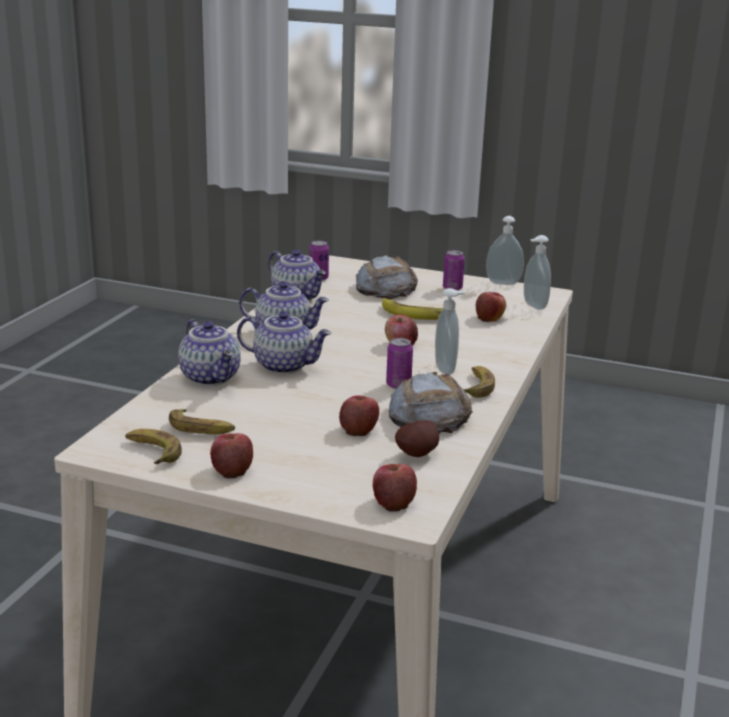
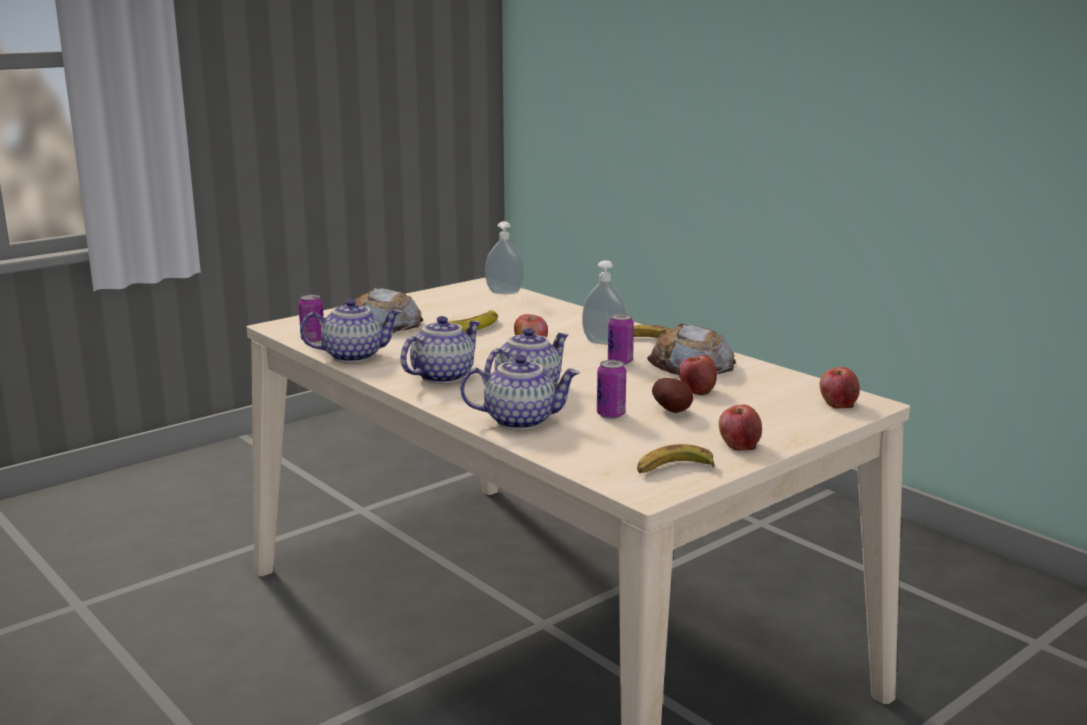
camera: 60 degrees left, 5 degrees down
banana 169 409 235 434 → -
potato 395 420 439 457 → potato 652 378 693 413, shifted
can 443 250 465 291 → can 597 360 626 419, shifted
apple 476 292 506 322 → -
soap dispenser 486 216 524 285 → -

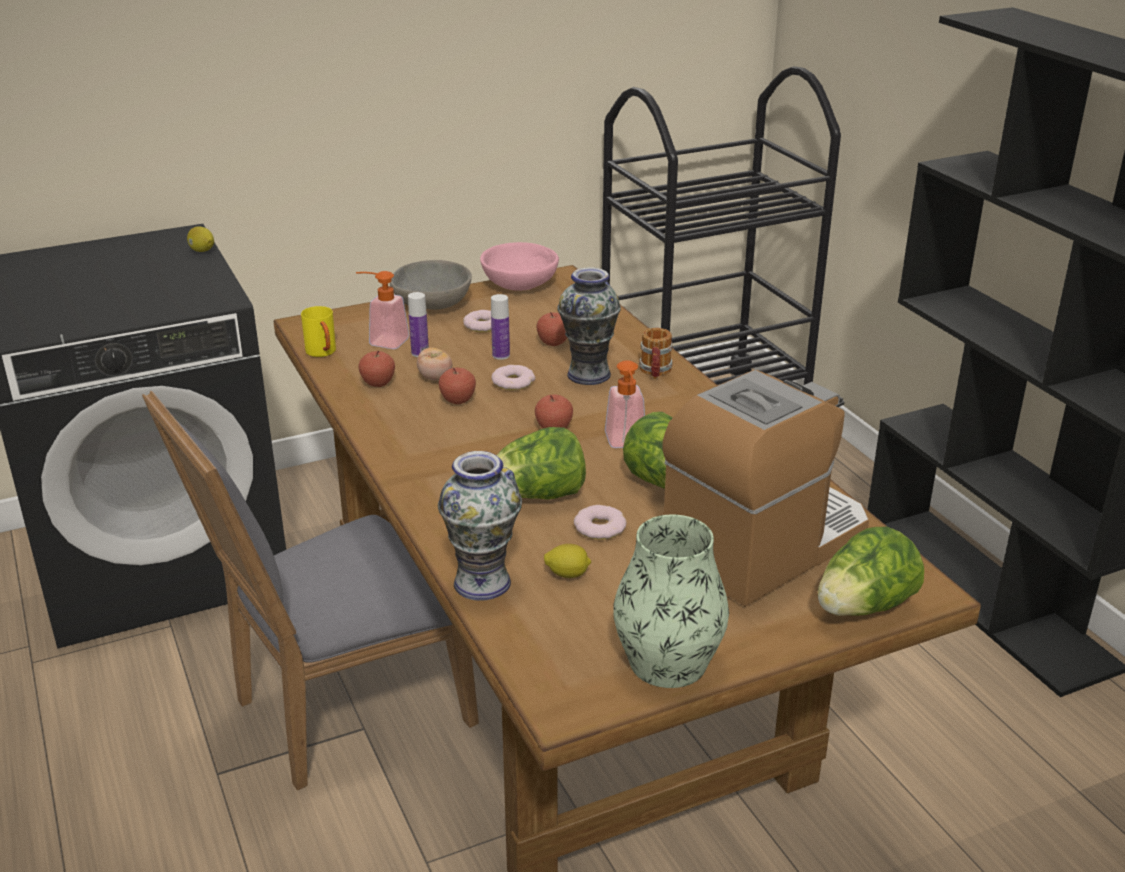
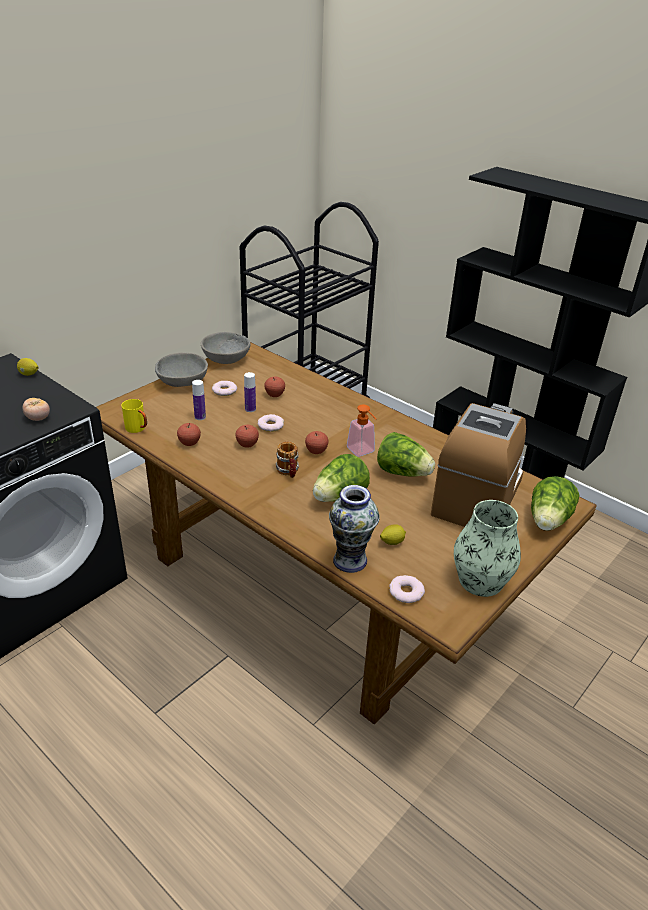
camera: 25 degrees left, 5 degrees up
grey chair 142 391 479 790 → -
soap dispenser 356 271 409 349 → -
tomato 417 348 452 381 → tomato 23 398 50 421, shifted
pink bowl 480 242 559 291 → grey bowl 201 332 250 364
vase 558 267 621 385 → -
donut 574 505 626 540 → donut 389 575 425 603, shifted
mug 639 328 673 379 → mug 276 442 299 478, shifted

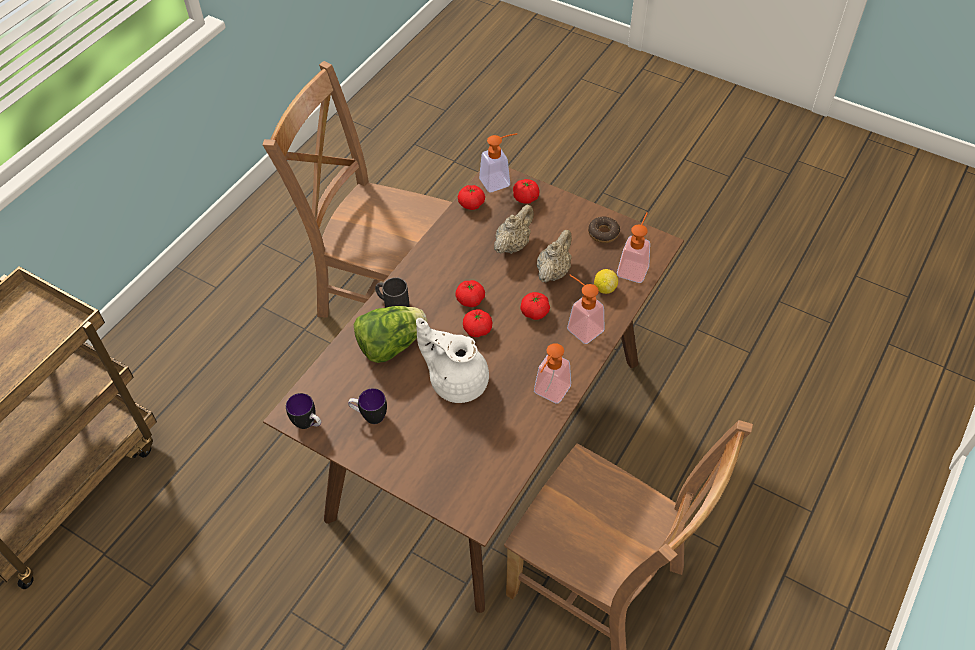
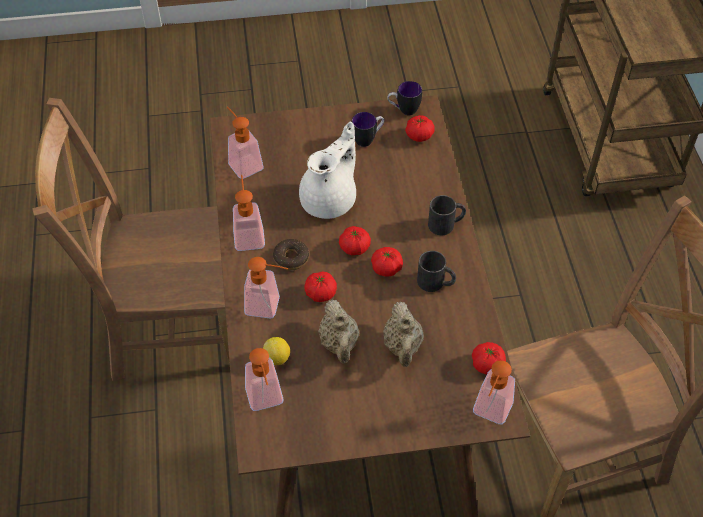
camera: 140 degrees right, 0 degrees up
lettuce 354 306 428 363 → -
white teapot 416 318 489 403 → white teapot 299 122 356 219, 45 degrees counterclockwise
tomato 513 179 539 204 → tomato 405 115 435 142, shifted
donut 588 216 620 243 → donut 273 239 309 270, shifted
- → soap dispenser 227 106 264 179
- → black mug 417 251 456 292

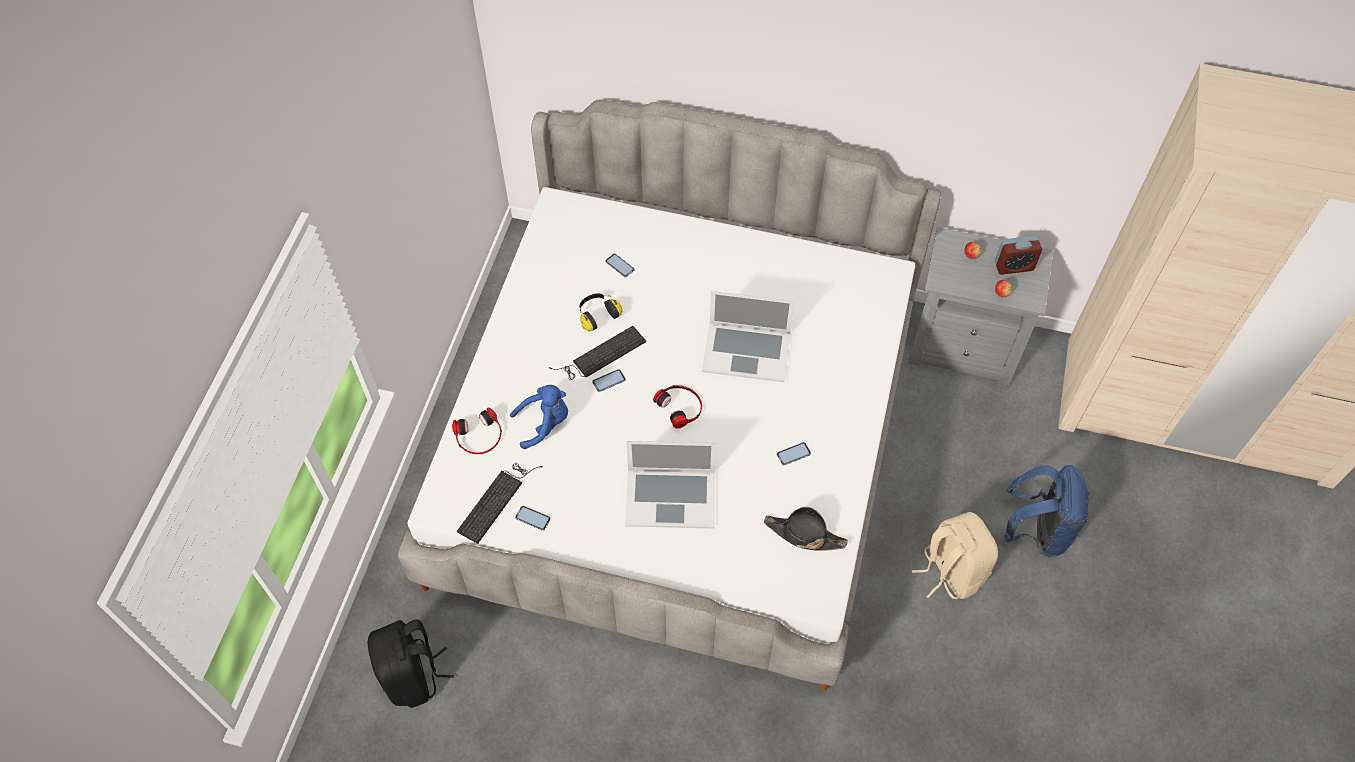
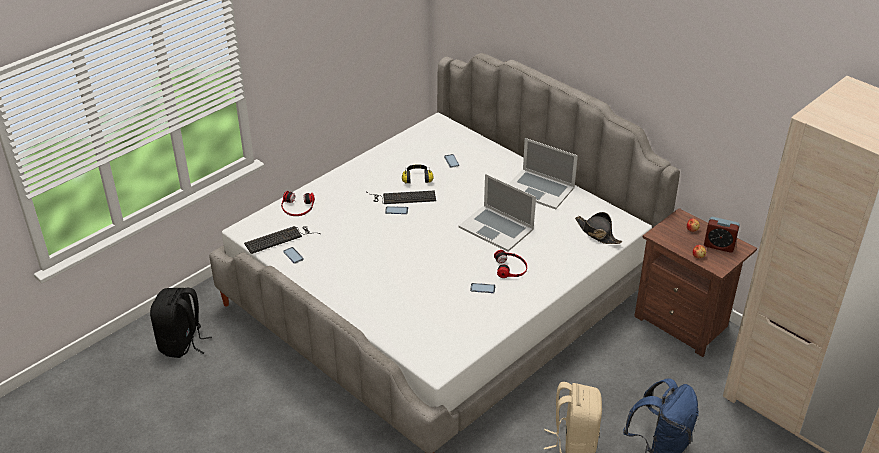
camera: 30 degrees right, 20 degrees down
blue plush toy 510 385 568 449 → -
laptop 625 441 717 529 → laptop 509 138 578 210, shifted
headphones 653 385 702 429 → headphones 494 250 527 278, shifted
black hat 764 507 848 551 → black hat 575 212 622 244, shifted
grey nightstand 908 227 1054 385 → brown nightstand 634 208 757 357

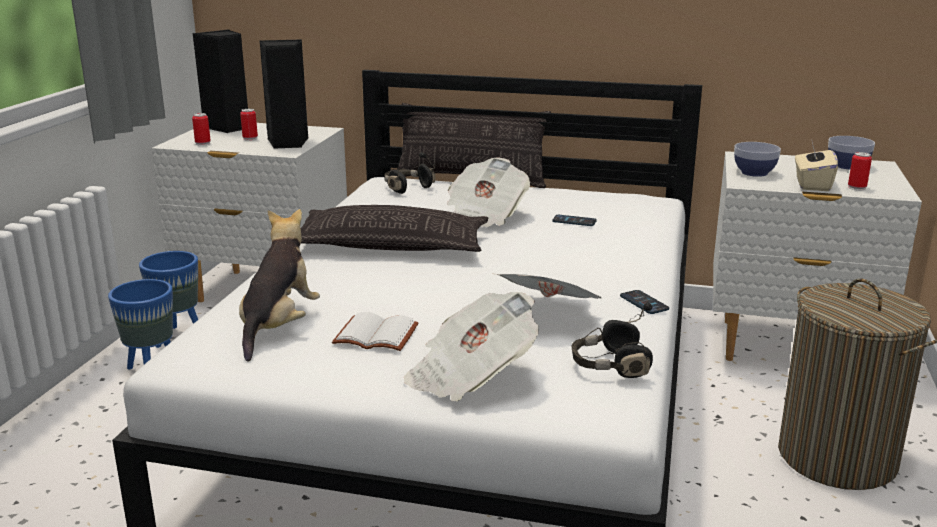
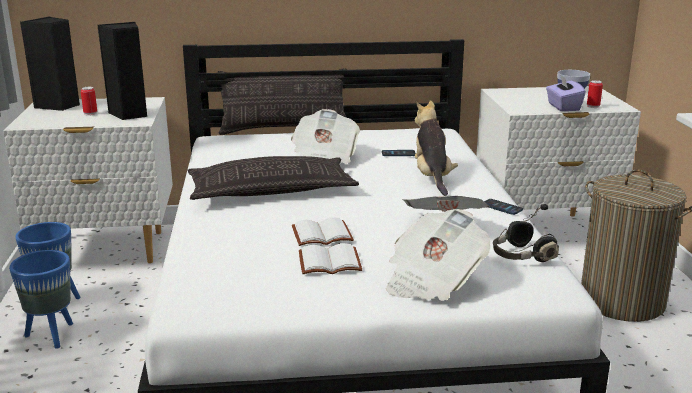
camera: 20 degrees left, 0 degrees up
can 192 113 211 146 → -
plush toy 239 209 320 362 → plush toy 415 100 458 196, shifted
black headphones 384 152 435 194 → -
bowl 734 142 781 177 → -
beige tissue box 795 142 838 191 → purple tissue box 546 75 586 111
- → white book 292 217 354 246

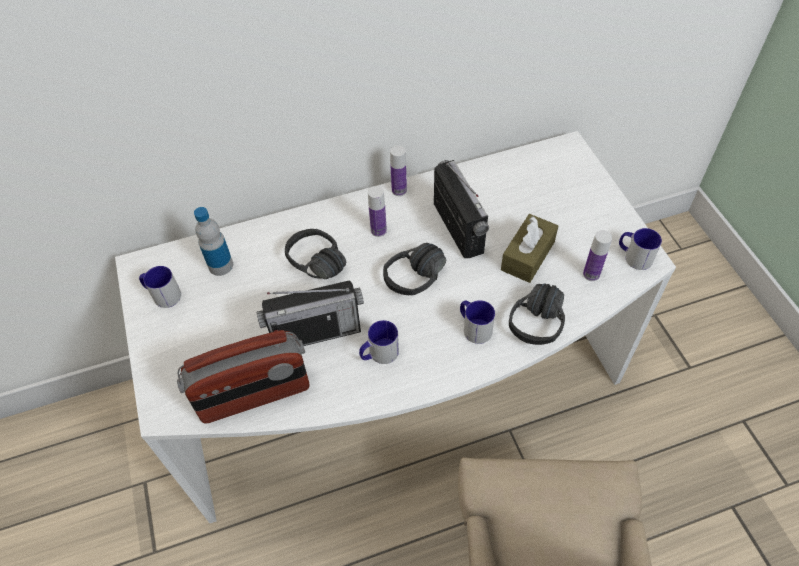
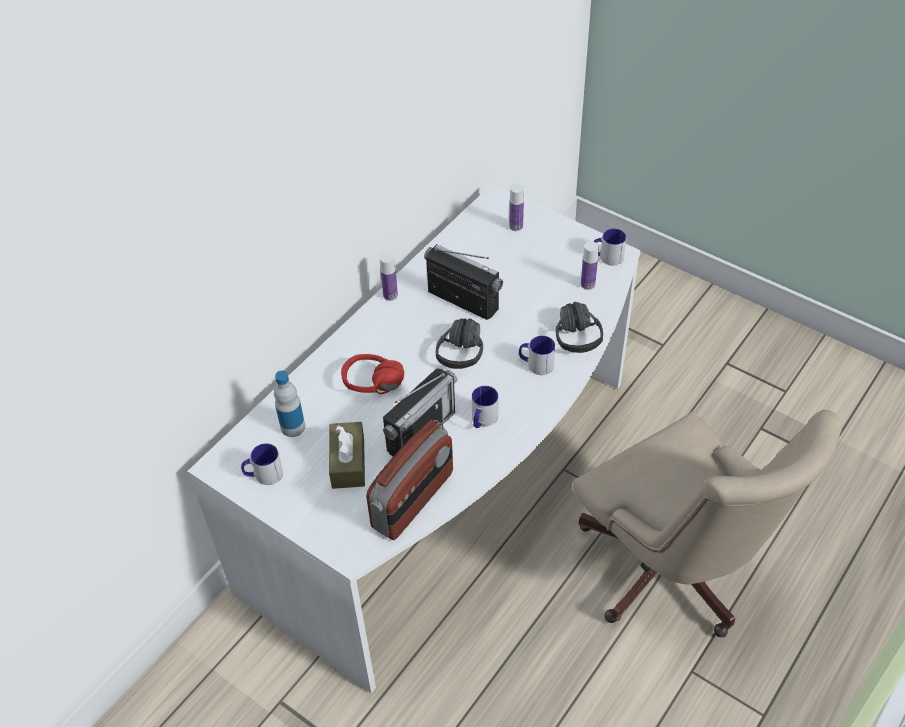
camera: 35 degrees left, 5 degrees down
black headphones 285 229 346 279 → red headphones 341 354 404 394
bottle 368 186 387 237 → bottle 509 184 524 231, shifted
brown tissue box 501 214 558 283 → brown tissue box 329 422 365 489, shifted

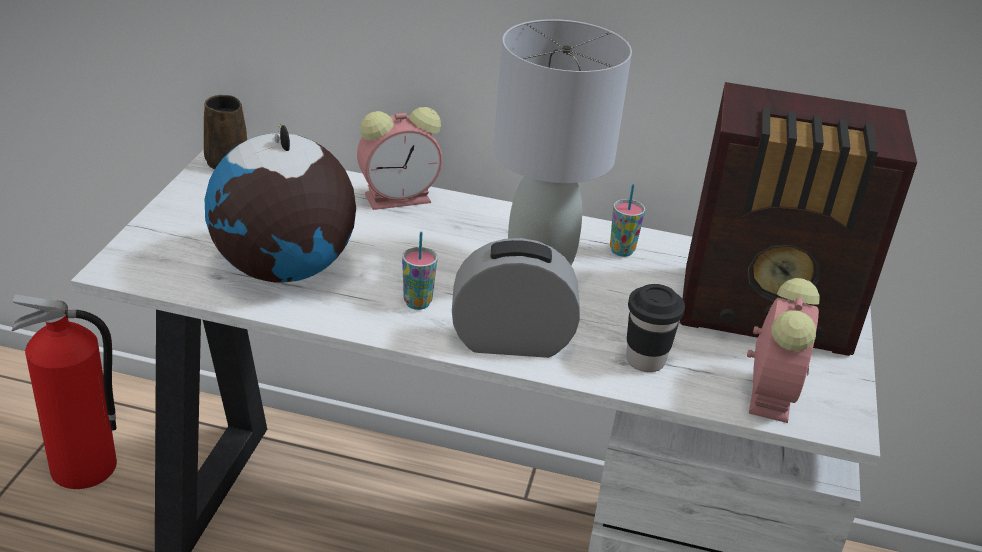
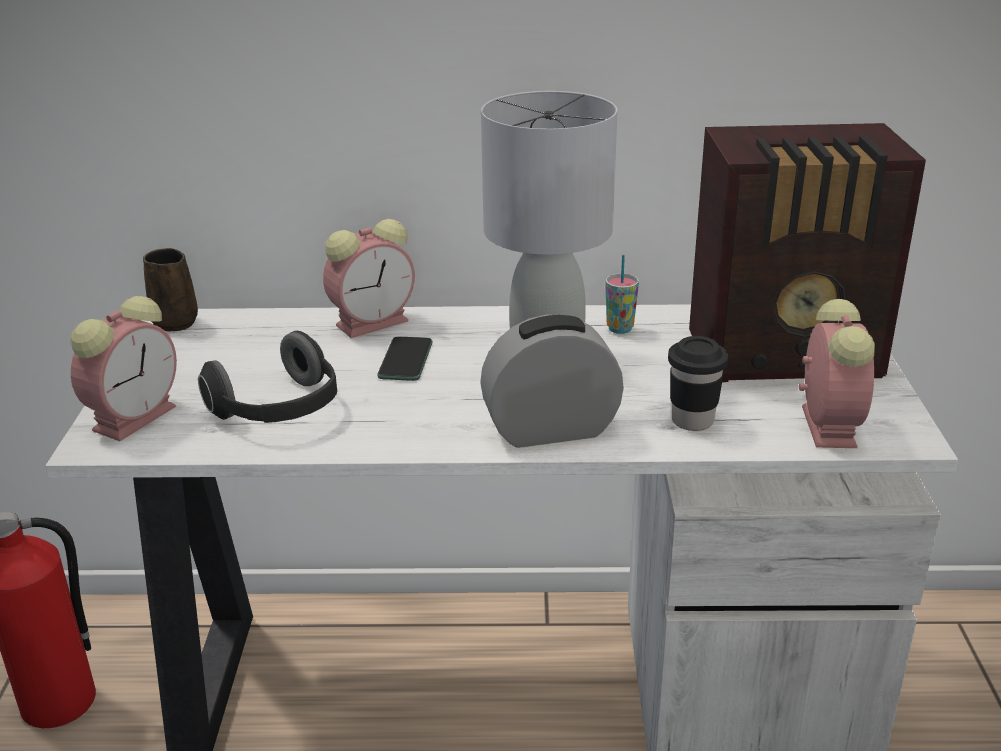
camera: 10 degrees left, 5 degrees down
globe 205 123 356 283 → headphones 198 331 337 423
cup 402 232 438 310 → -
- → alarm clock 70 296 177 441
- → phone 377 337 432 381

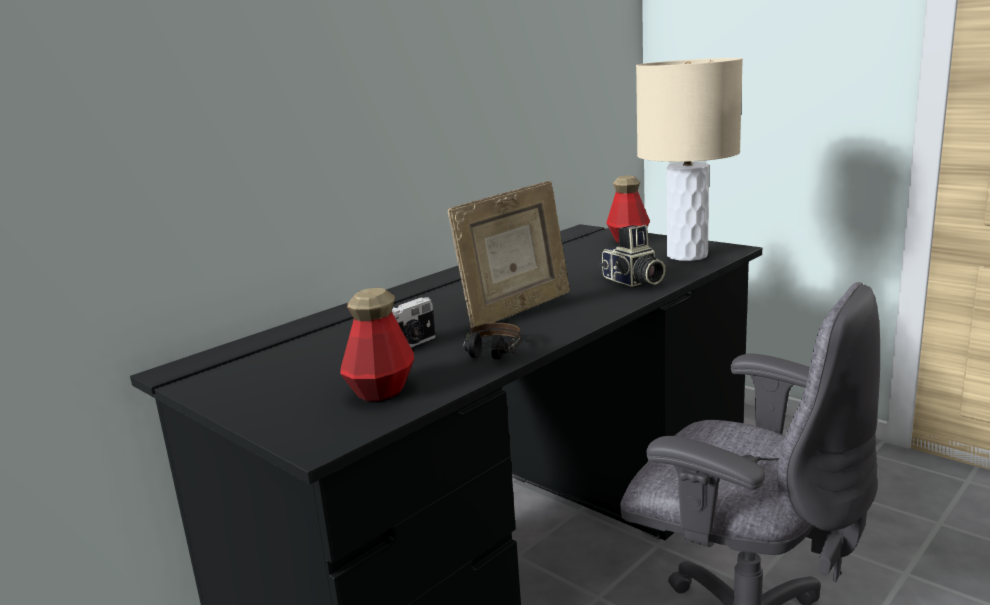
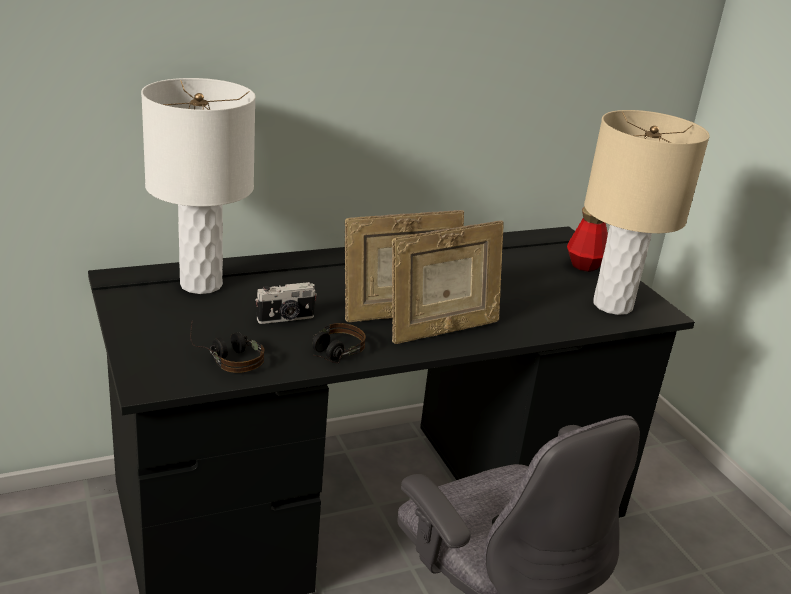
camera: 20 degrees right, 10 degrees up
bottle 340 288 414 401 → headphones 190 321 264 373
photo camera 600 225 666 287 → -
- → white table lamp 141 78 256 294
- → picture frame 392 220 503 344

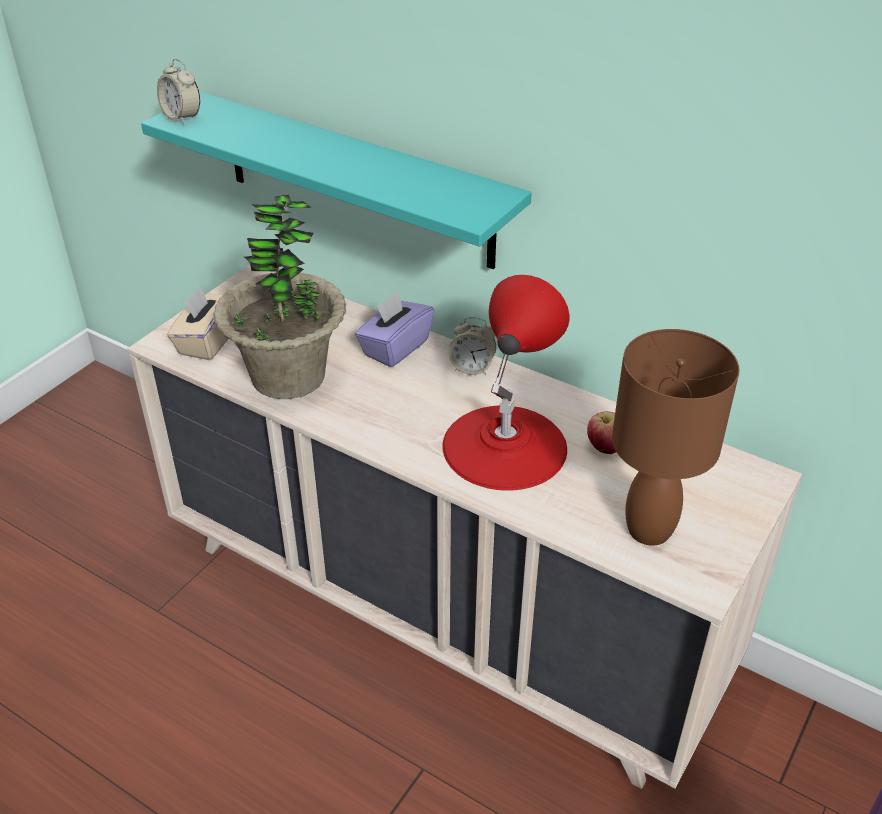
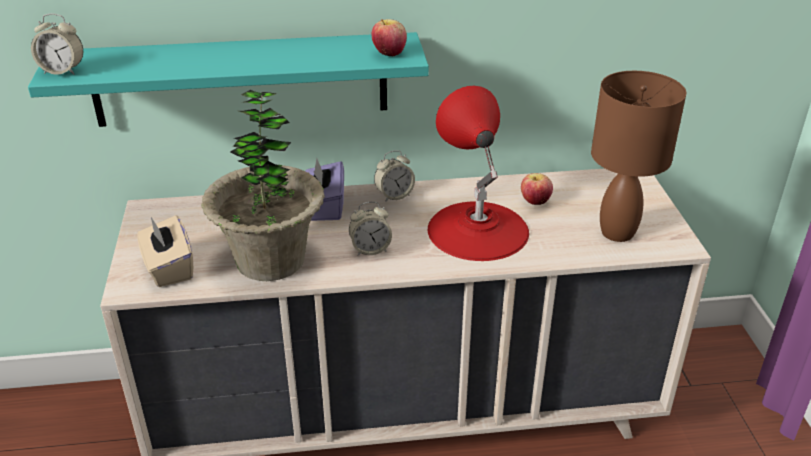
camera: 40 degrees left, 5 degrees down
- → alarm clock 349 202 392 256
- → apple 372 19 407 57

